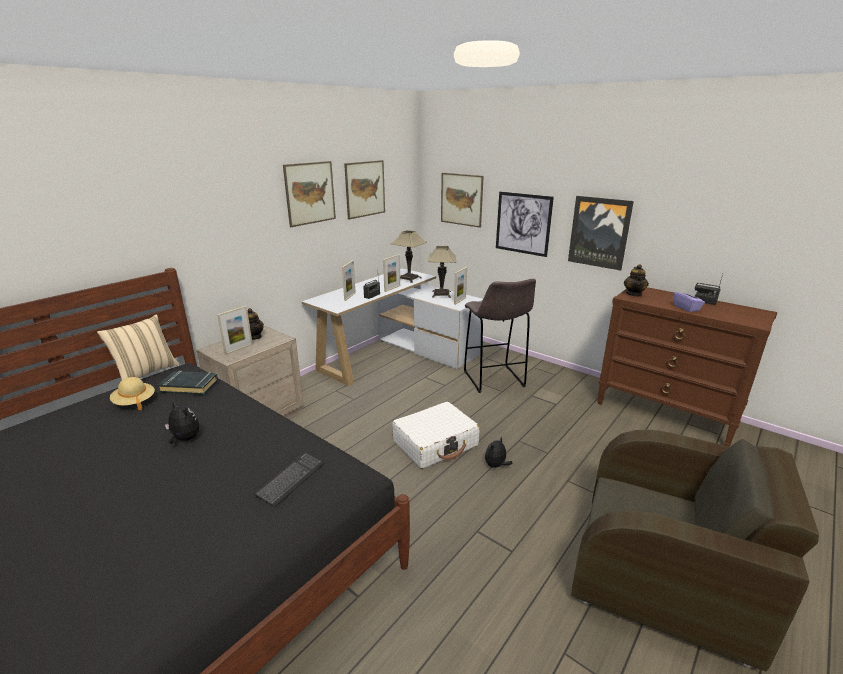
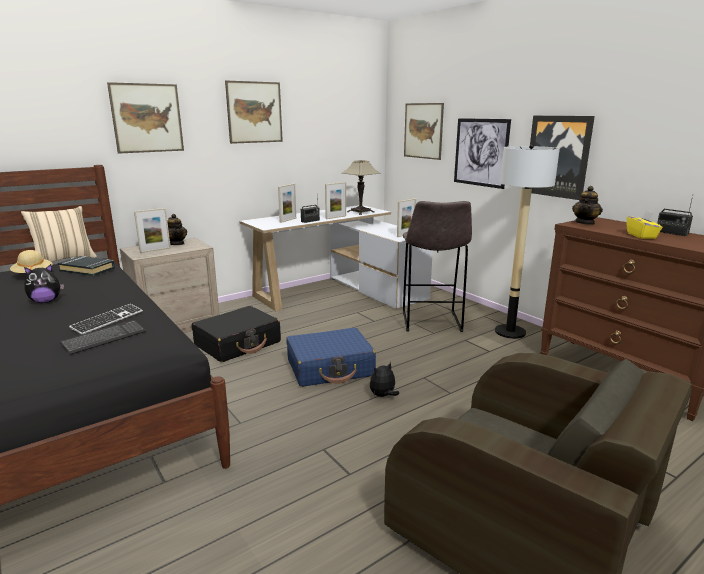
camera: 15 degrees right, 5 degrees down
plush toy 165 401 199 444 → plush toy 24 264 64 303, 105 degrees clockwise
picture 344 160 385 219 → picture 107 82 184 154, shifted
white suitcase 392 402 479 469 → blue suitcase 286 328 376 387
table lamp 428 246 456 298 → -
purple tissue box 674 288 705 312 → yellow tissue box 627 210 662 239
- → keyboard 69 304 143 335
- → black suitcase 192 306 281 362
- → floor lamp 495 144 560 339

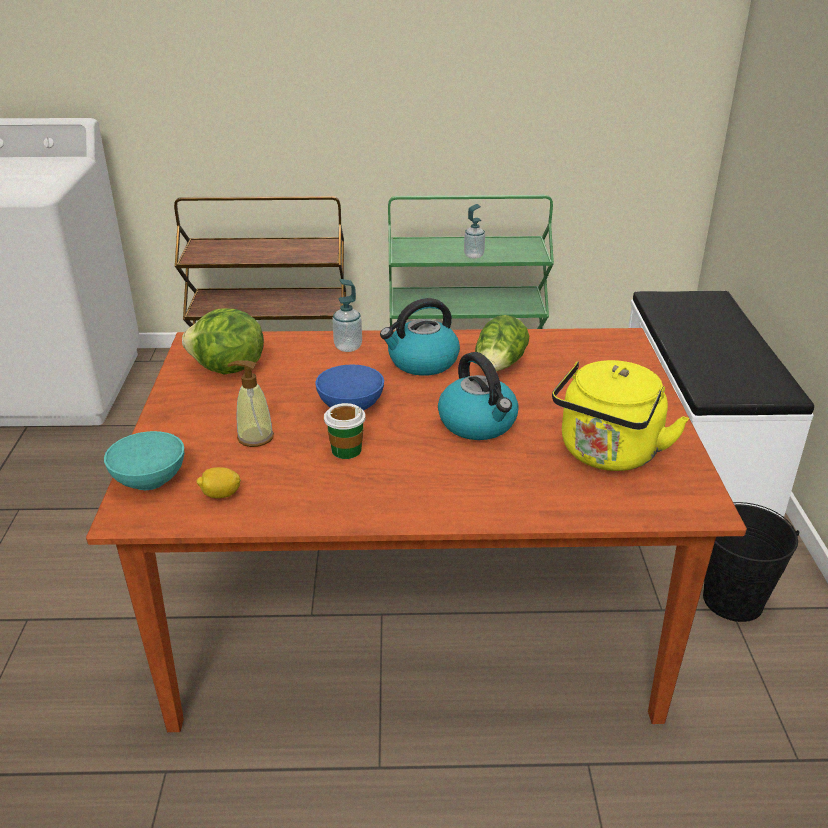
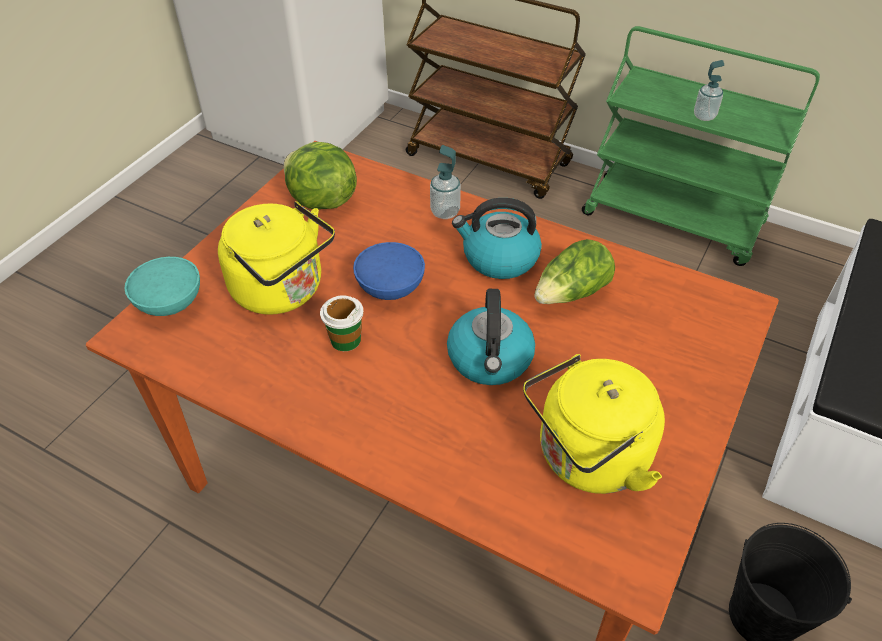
camera: 30 degrees right, 15 degrees up
lemon 196 467 241 498 → -
soap dispenser 227 360 274 447 → yellow kettle 218 201 335 315

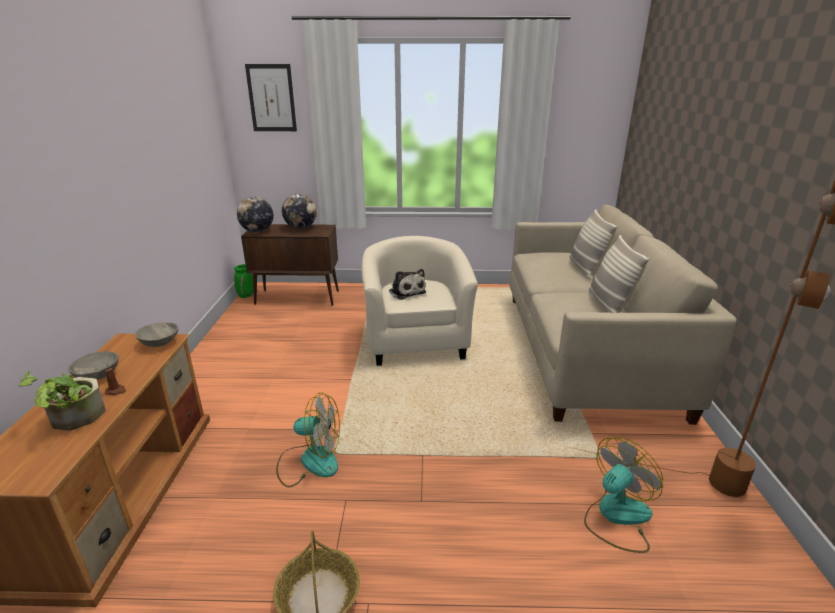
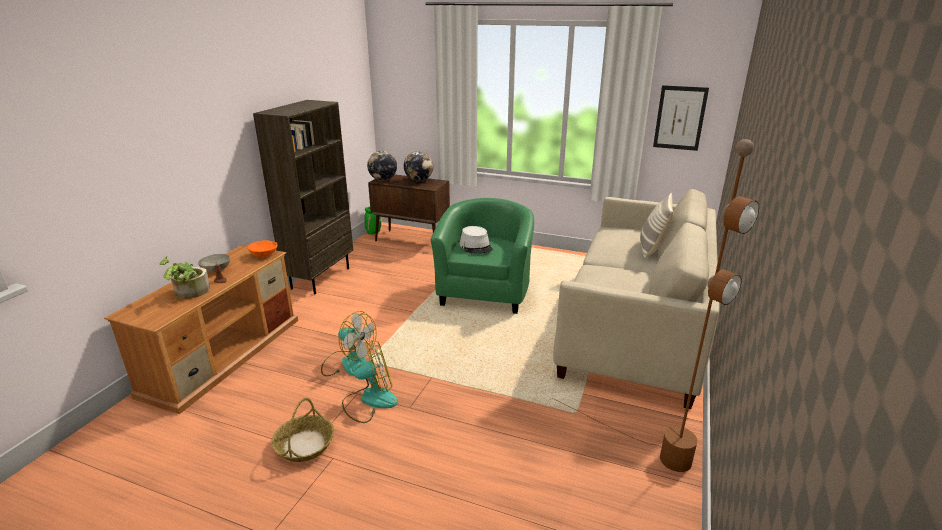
camera: 20 degrees right, 0 degrees up
grey bowl 135 322 179 347 → orange bowl 248 240 277 257
picture 245 64 297 131 → picture 653 85 709 151, shifted
beige armchair 361 236 478 366 → green armchair 431 198 534 314
plush toy 389 269 426 300 → grey hat 460 226 493 254
fan 584 437 663 553 → fan 342 340 398 423, shifted
pillow 589 235 649 313 → -
- → brown bookcase 253 100 353 294

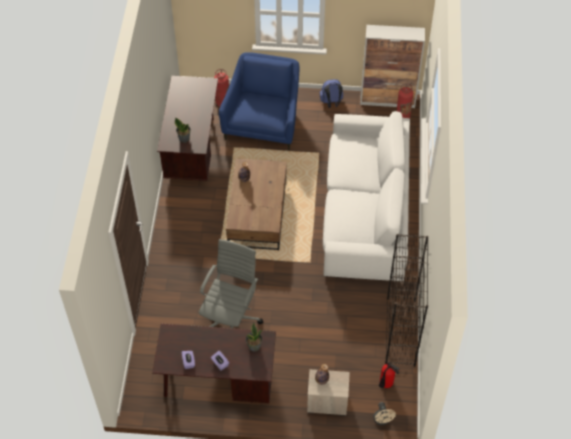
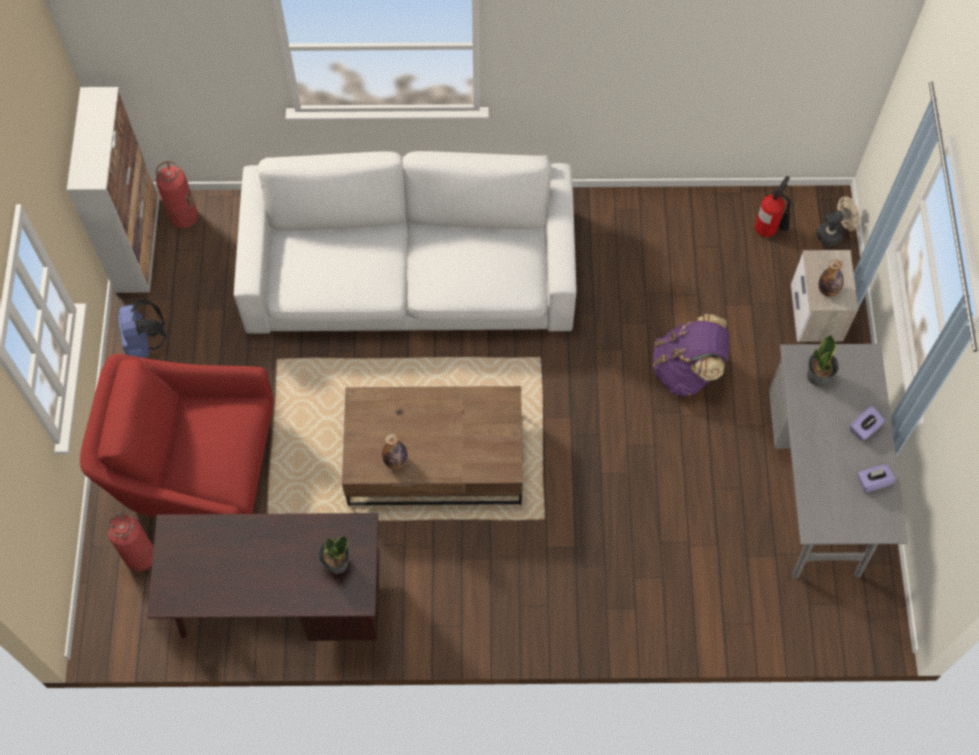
camera: 95 degrees left, 10 degrees up
brown desk 152 324 276 403 → grey desk 769 344 908 578
grey office chair 198 239 263 328 → -
blue armchair 219 52 299 150 → red armchair 80 354 274 518
black bookcase 385 234 428 367 → -
- → purple backpack 653 314 729 396

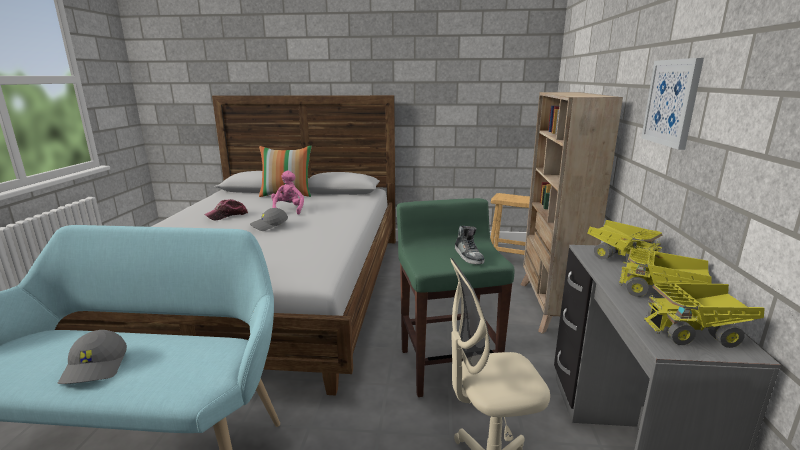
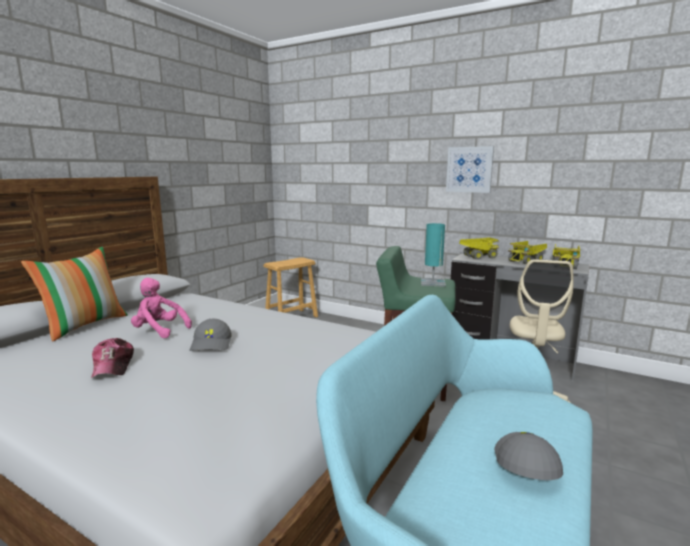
camera: 65 degrees left, 5 degrees down
grey cap 57 330 127 384 → grey cap 494 432 563 480, 90 degrees counterclockwise
shoe 455 226 484 264 → turquoise table lamp 421 223 446 287
beige bookcase 521 92 623 334 → -

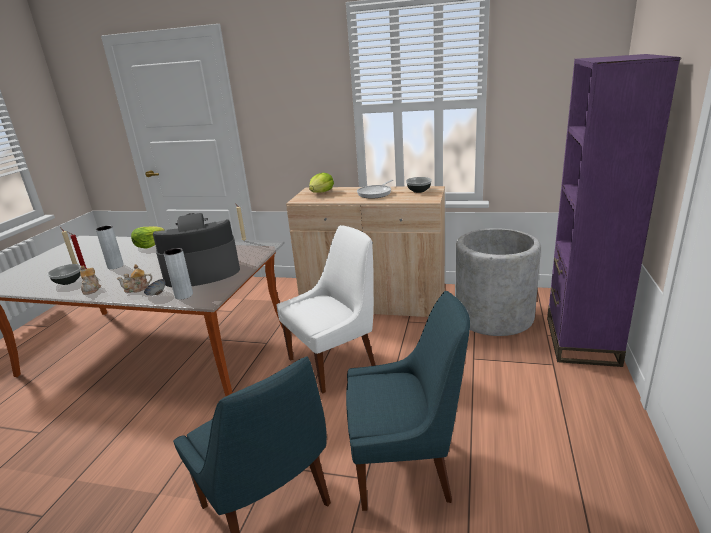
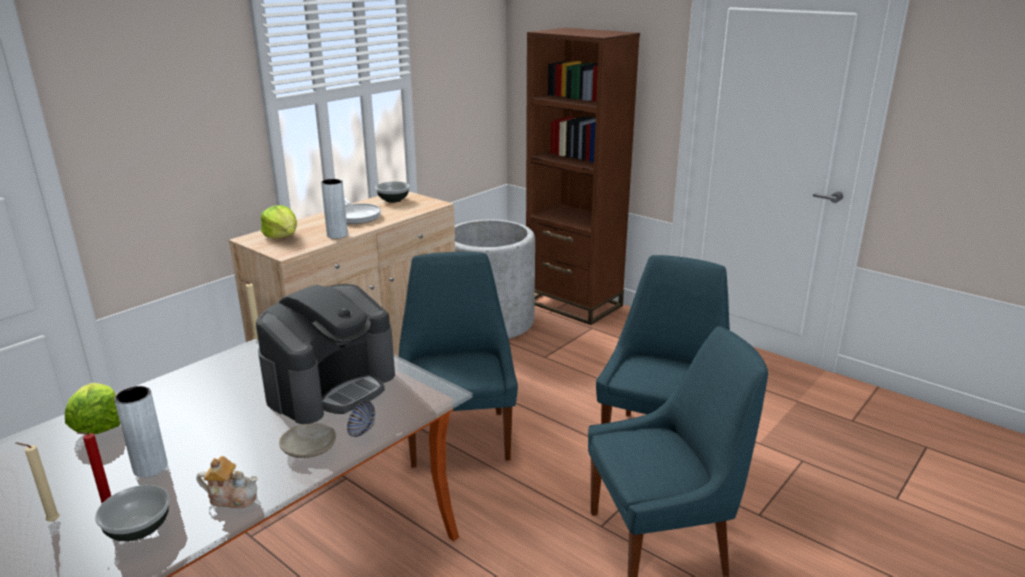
camera: 65 degrees left, 0 degrees up
teapot 117 264 152 293 → beige plate 279 423 336 458
coffee machine 153 213 240 287 → coffee machine 256 284 395 424, 150 degrees counterclockwise
grey vase 164 248 193 300 → grey vase 321 179 348 239, shifted
white chair 276 225 376 394 → blue chair 399 252 518 468
purple bookcase 547 54 681 367 → brown bookcase 526 28 640 325

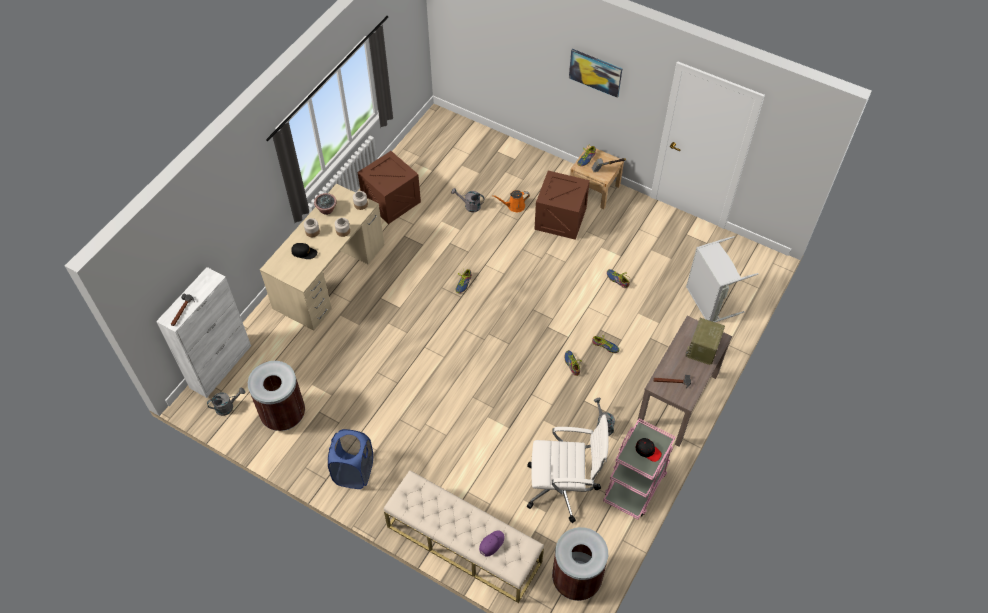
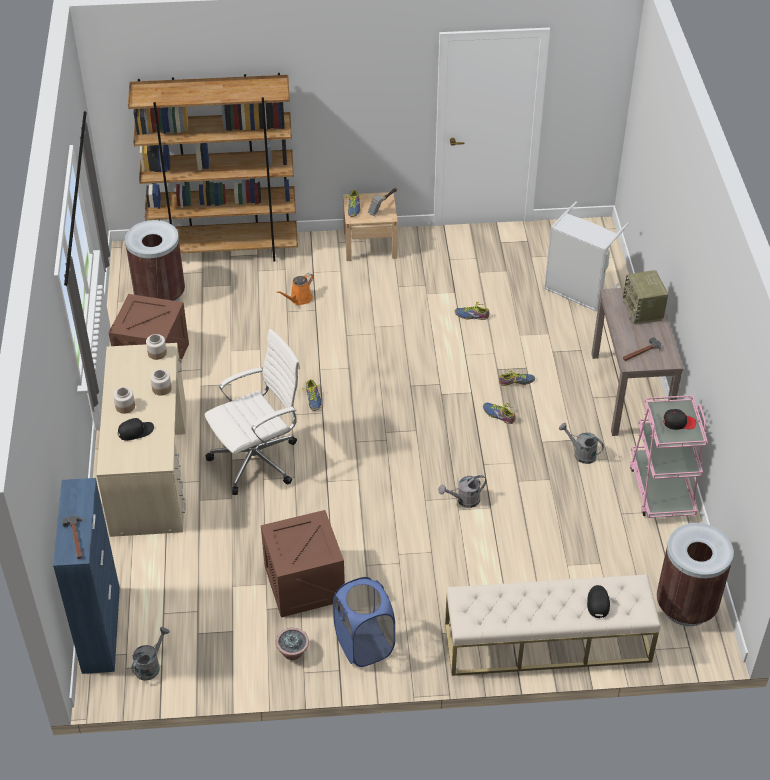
camera: 35 degrees left, 10 degrees down
white cabinet 156 267 251 398 → blue cabinet 53 478 120 674
brown trash can 248 361 305 431 → brown trash can 125 220 185 301, shifted
potted plant 314 193 337 215 → potted plant 276 628 309 660, shifted
grey watering can 451 188 484 213 → grey watering can 438 475 486 508, shifted
purple cap 479 530 505 556 → black cap 587 585 610 618
white office chair 527 415 609 523 → white office chair 205 329 300 495, shifted
crate 534 171 590 240 → crate 261 510 345 617, shifted
picture 569 49 622 98 → -
- → brown bookcase 128 73 298 262

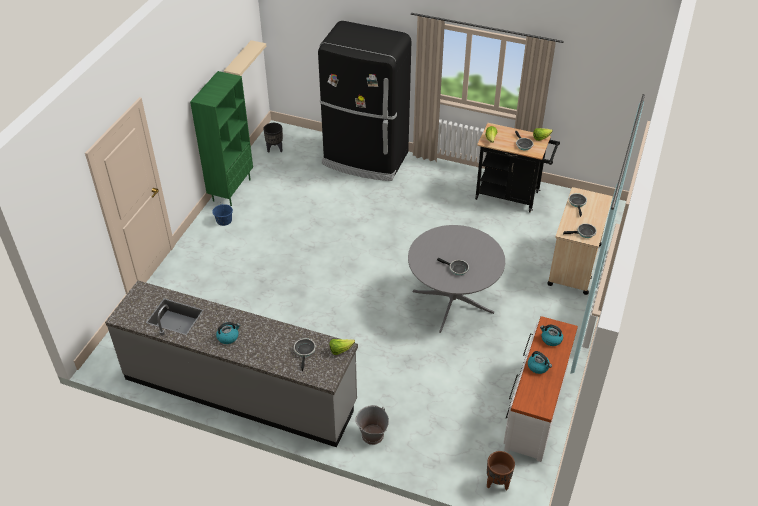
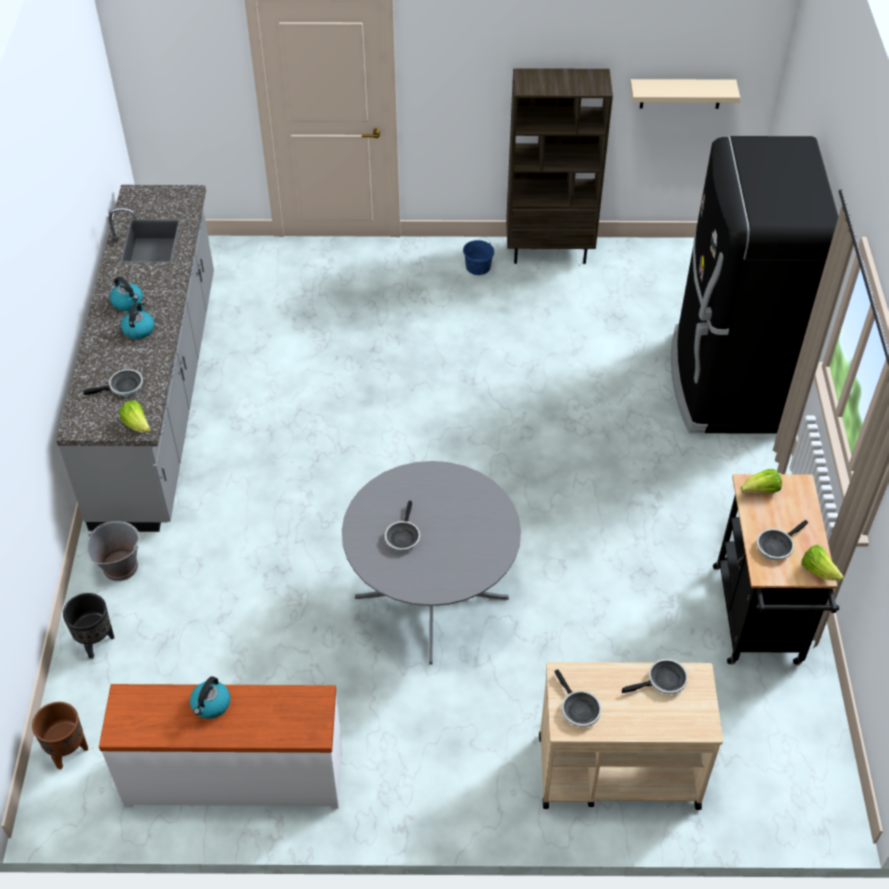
camera: 70 degrees right, 5 degrees up
green bookcase 190 71 253 206 → brown bookcase 506 68 613 264
black planter 263 123 283 153 → black planter 63 593 114 659, shifted
kettle 540 325 563 346 → kettle 121 302 154 339, shifted

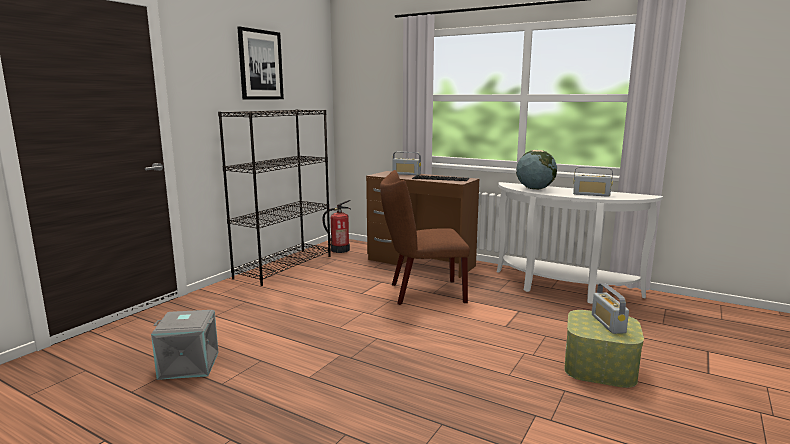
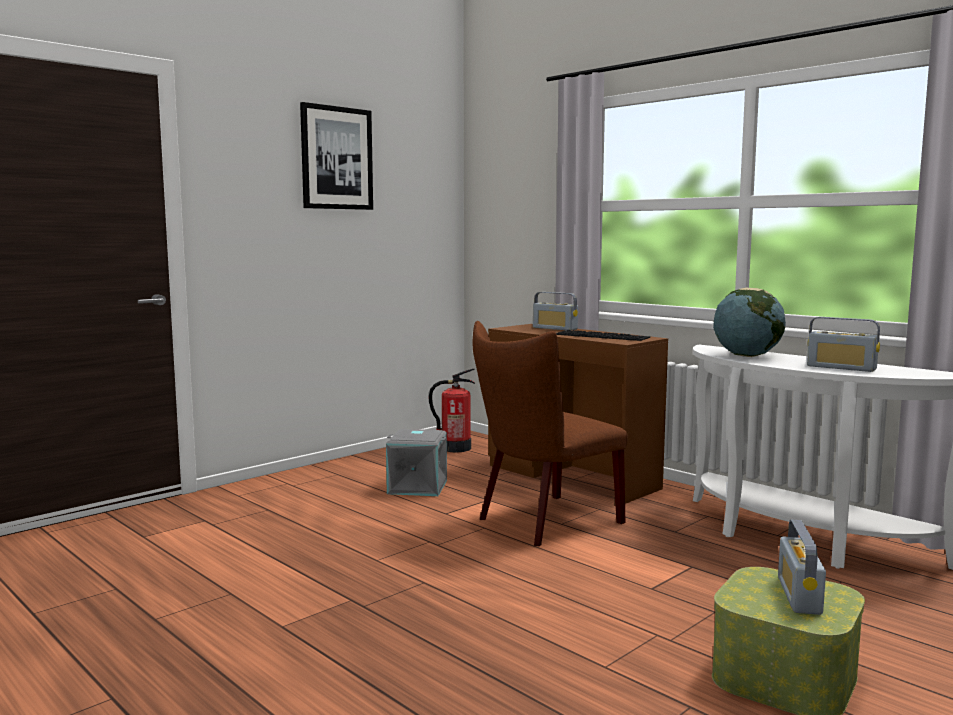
camera: 15 degrees right, 5 degrees down
grey storage box 151 310 219 380 → grey storage box 386 429 447 496, shifted
black bookcase 218 109 331 286 → -
brown chair 380 170 470 305 → brown chair 473 321 628 546, 45 degrees counterclockwise

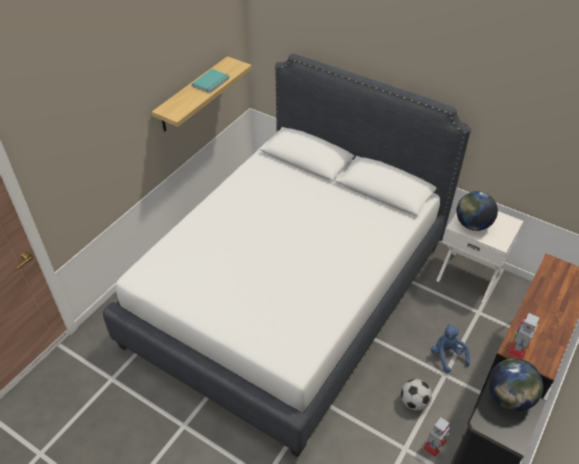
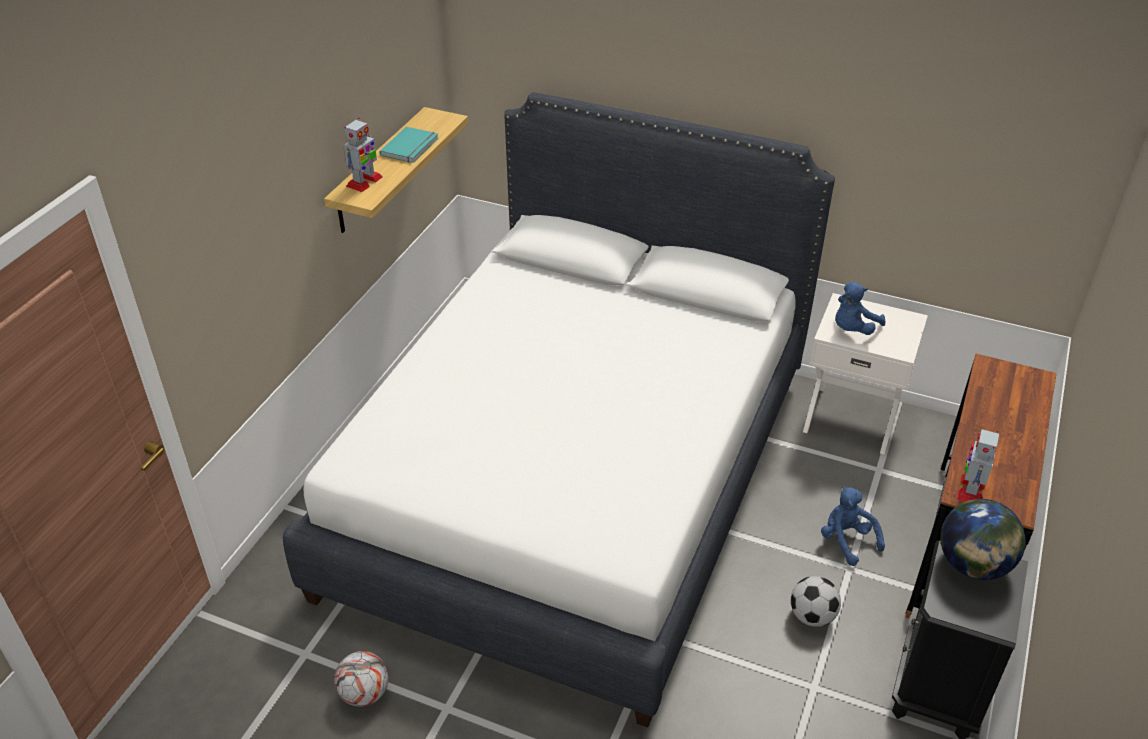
camera: 10 degrees left, 5 degrees down
toy robot 423 416 450 457 → toy robot 343 117 383 192, shifted
globe 456 191 498 231 → blue plush toy 835 282 885 335
- → football 334 651 389 707

